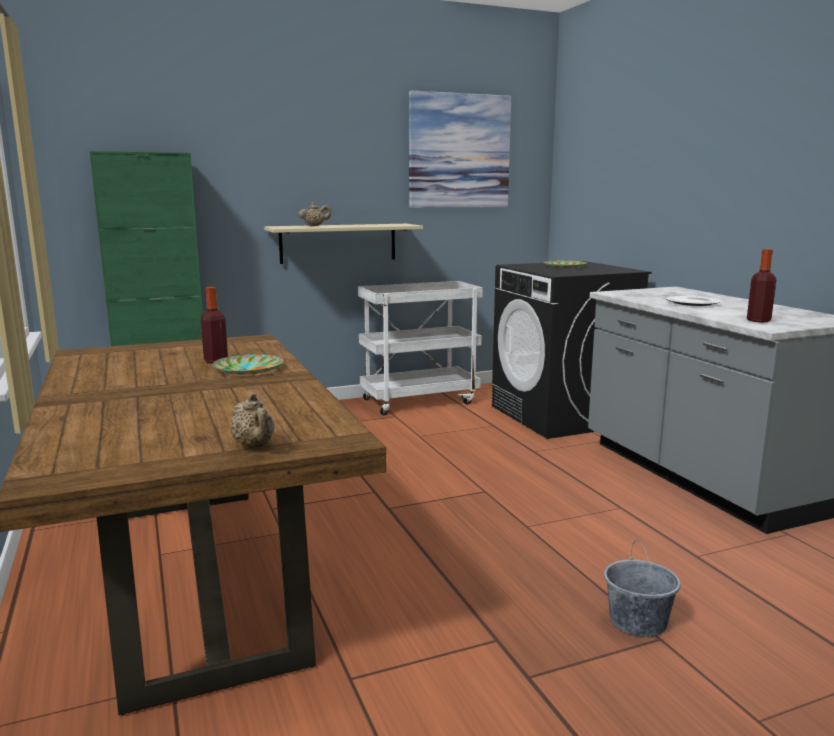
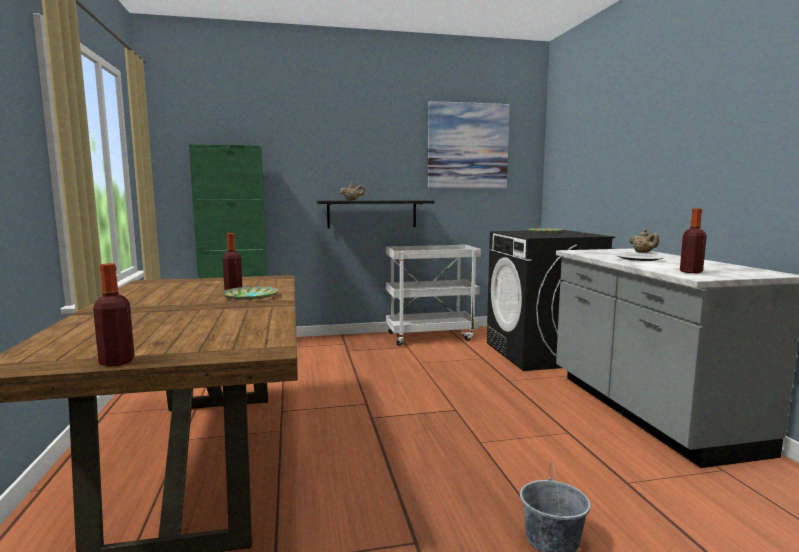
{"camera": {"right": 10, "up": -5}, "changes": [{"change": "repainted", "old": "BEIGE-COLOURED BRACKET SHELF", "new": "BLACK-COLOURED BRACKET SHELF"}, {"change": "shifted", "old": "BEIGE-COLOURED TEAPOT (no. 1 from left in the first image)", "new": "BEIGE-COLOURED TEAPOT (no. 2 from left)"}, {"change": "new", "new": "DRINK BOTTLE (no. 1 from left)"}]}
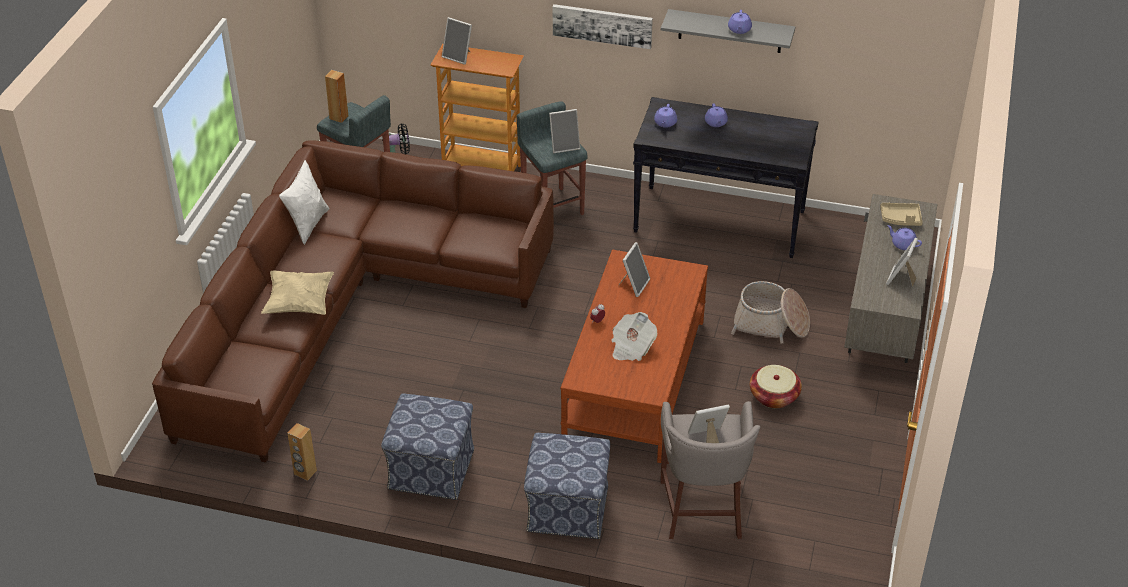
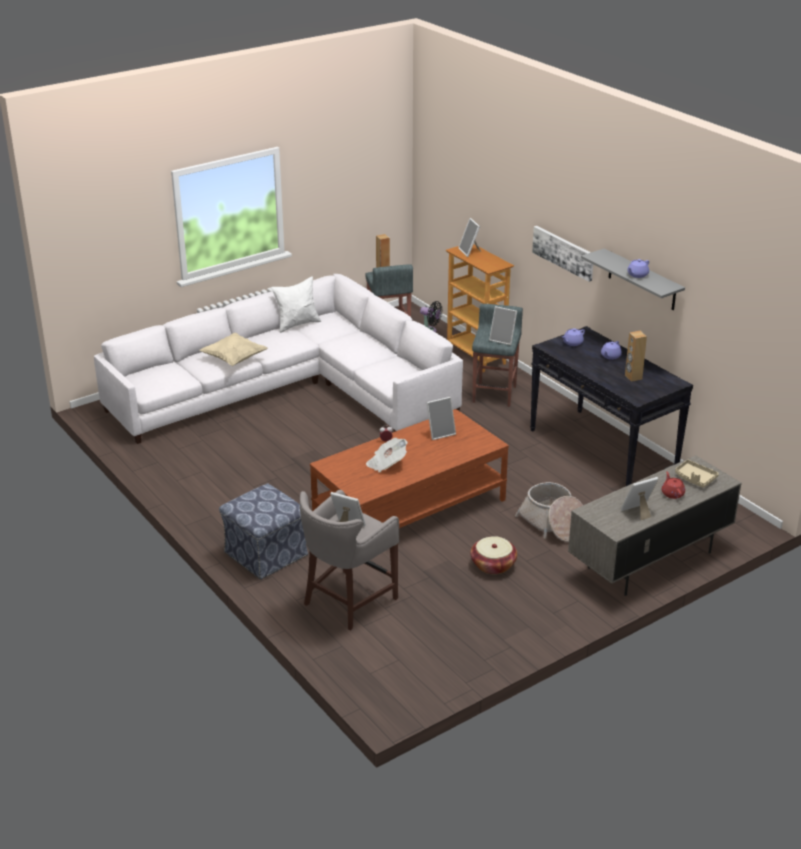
{"camera": {"right": 40, "up": -10}, "changes": [{"change": "repainted", "old": "BROWNISH SETTEE", "new": "WHITE-COLOURED SETTEE"}, {"change": "repainted", "old": "PURPLE TEAPOT (no. 4 from left)", "new": "REDDISH TEAPOT"}, {"change": "gone", "old": "POUFFE (no. 1 from left)"}, {"change": "shifted", "old": "BROWNISH SPEAKER (no. 1 from left in the first image)", "new": "BROWNISH SPEAKER (no. 2 from left)"}]}
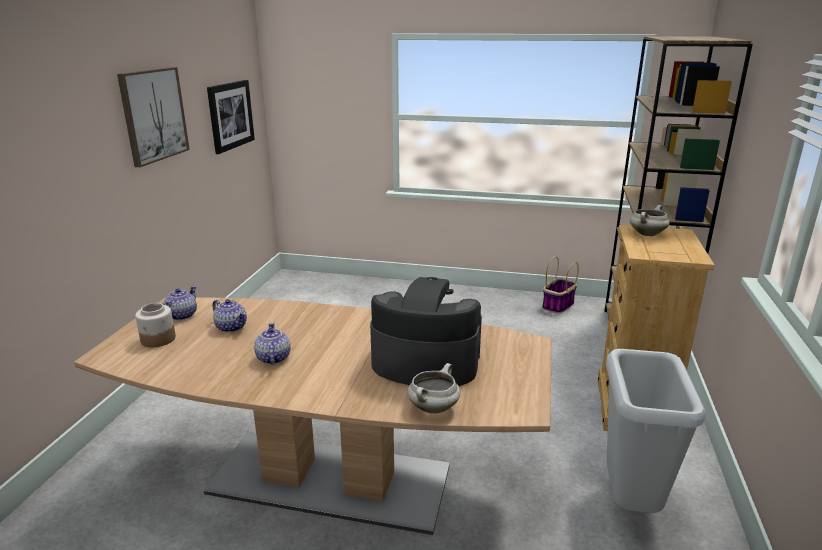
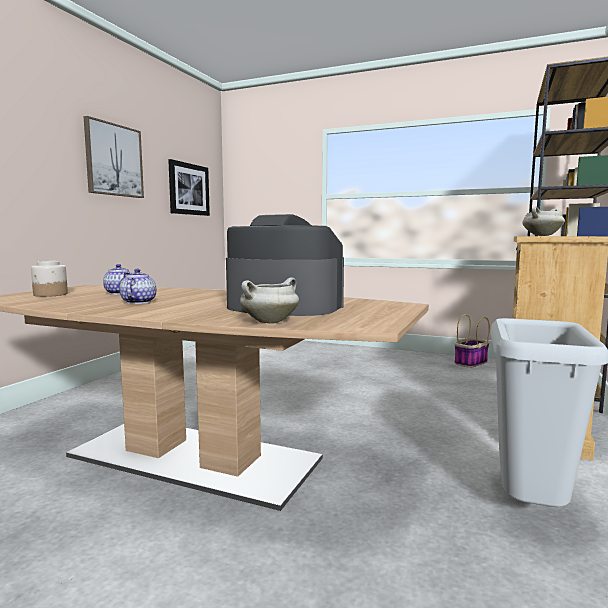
{"camera": {"right": 10, "up": -15}, "changes": [{"change": "gone", "old": "TEAPOT (no. 1 from left)"}]}
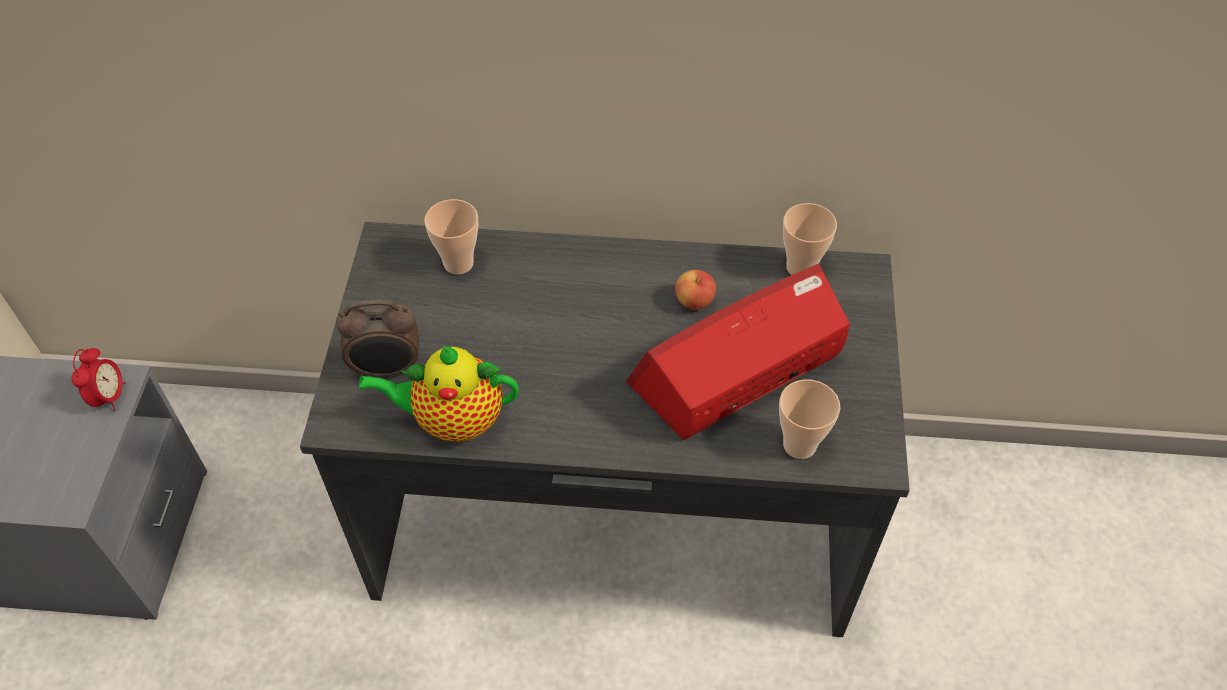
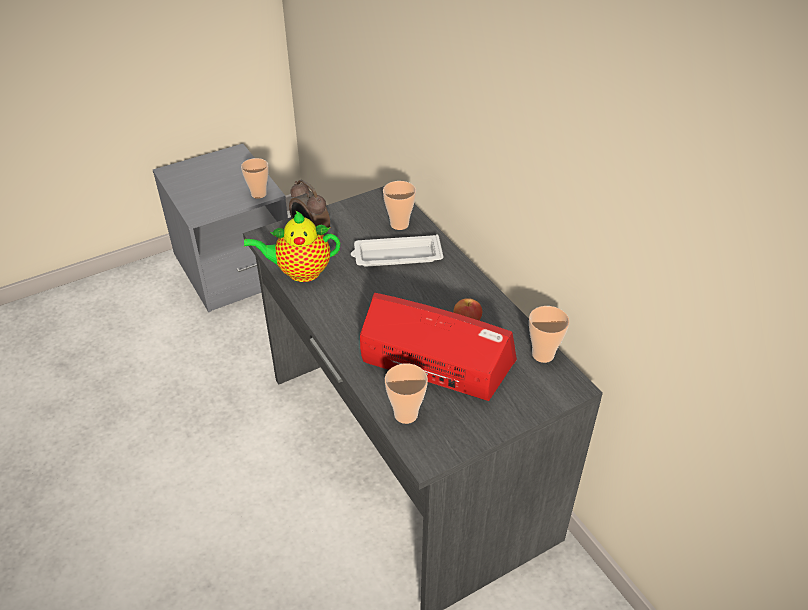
{"camera": {"right": 55, "up": -10}, "changes": [{"change": "rotated", "old": "TEAPOT", "degrees": -60}, {"change": "swapped", "old": "ALARM CLOCK (no. 1 from left)", "new": "CUP (no. 1 from left)"}, {"change": "new", "new": "WHITE-COLOURED TRAY"}]}
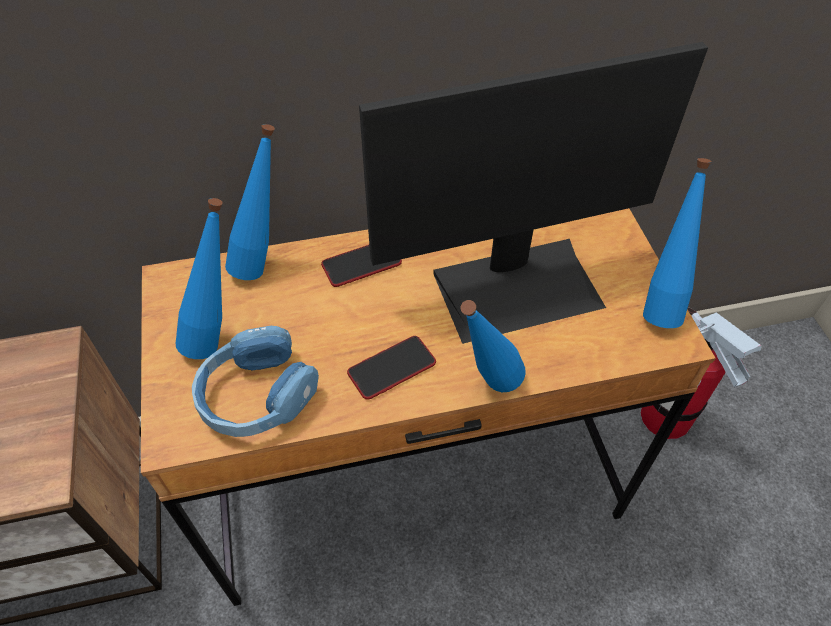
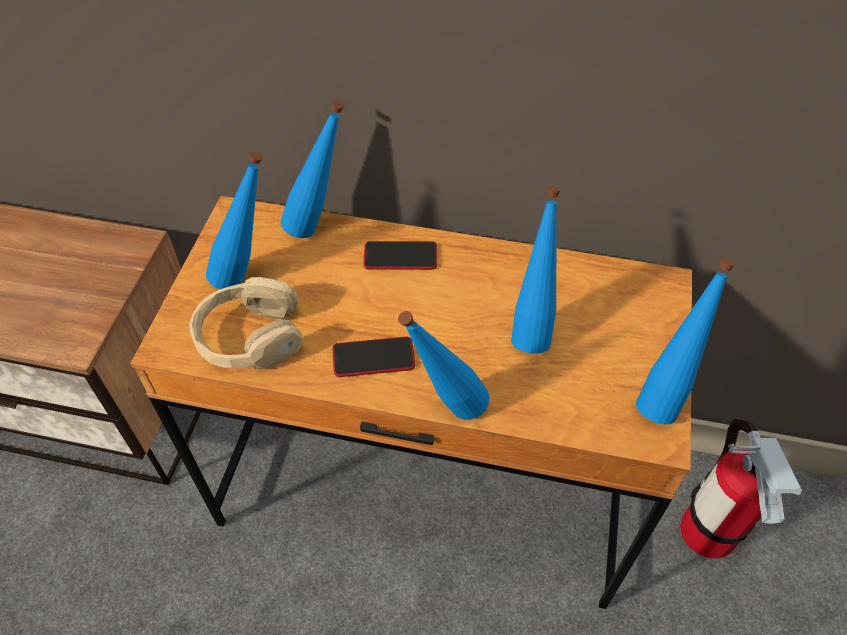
{"camera": {"right": 25, "up": 0}, "changes": [{"change": "swapped", "old": "COMPUTER DISPLAY", "new": "BLUE DRINK BOTTLE (no. 4 from left)"}, {"change": "repainted", "old": "BLUE HEADPHONES", "new": "BEIGE-COLOURED HEADPHONES"}]}
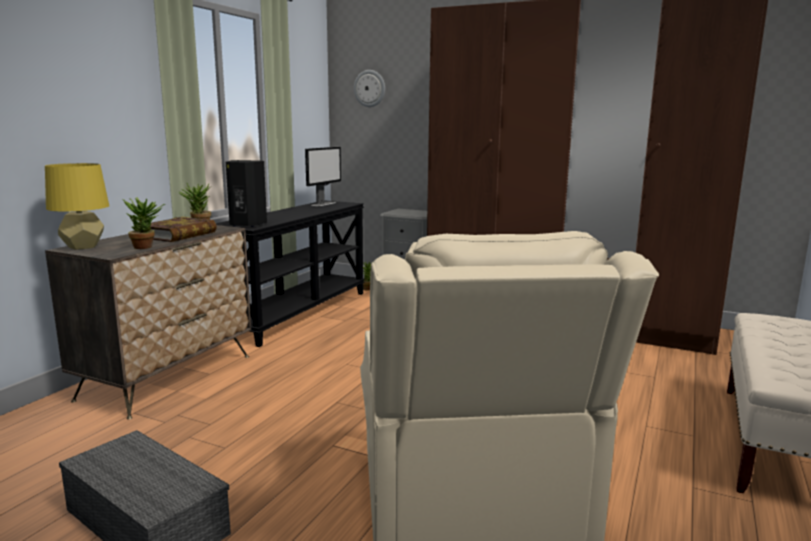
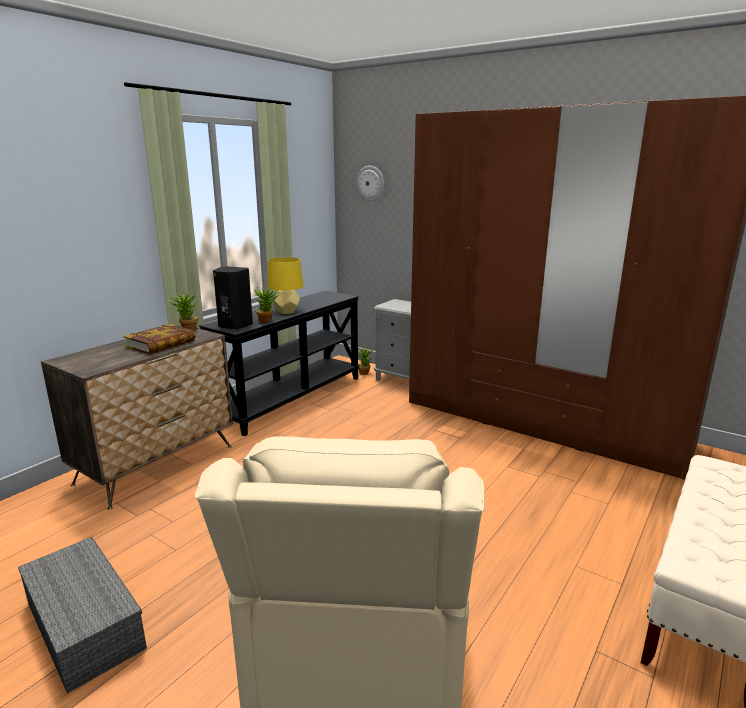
{"camera": {"right": 10, "up": 5}, "changes": [{"change": "gone", "old": "COMPUTER DISPLAY"}, {"change": "shifted", "old": "YELLOW-COLOURED TABLETOP LAMP"}, {"change": "shifted", "old": "HOUSEPLANT (no. 1 from left in the first image)", "new": "HOUSEPLANT (no. 2 from left)"}]}
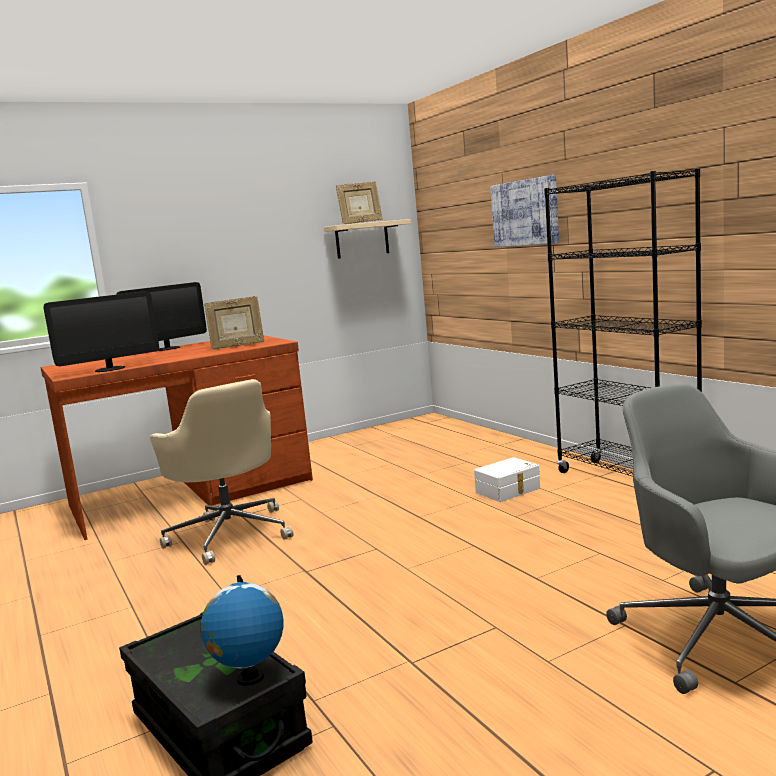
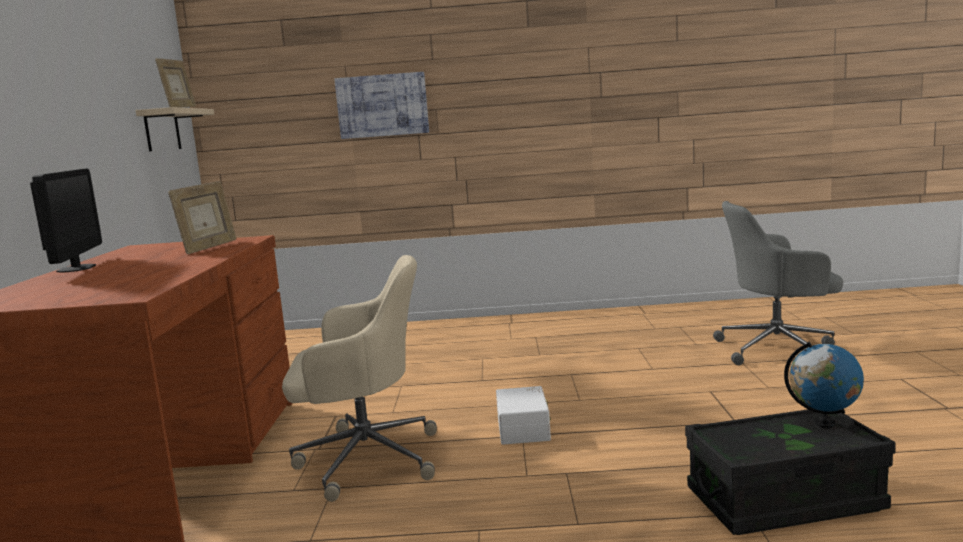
{"camera": {"right": -60, "up": 0}, "changes": [{"change": "gone", "old": "BLACK-COLOURED BOOKSHELF"}, {"change": "gone", "old": "COMPUTER DISPLAY (no. 1 from left)"}, {"change": "shifted", "old": "WHITE-COLOURED STORAGE BOX"}]}
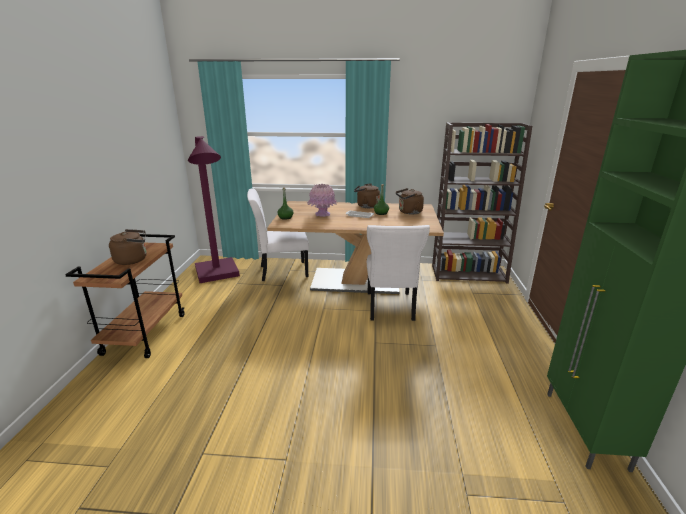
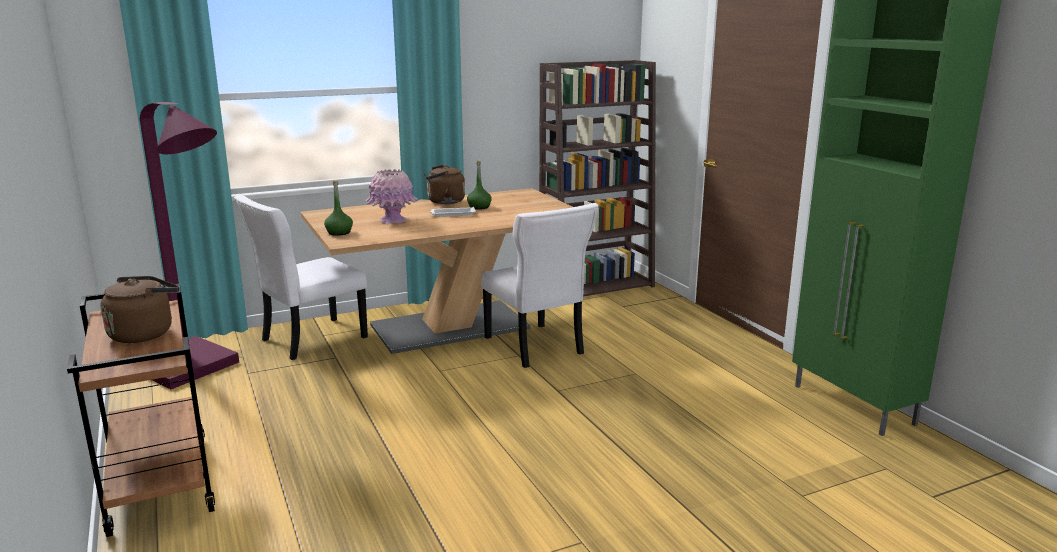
{"camera": {"right": -30, "up": -5}, "changes": [{"change": "gone", "old": "BROWNISH TEA KETTLE (no. 3 from left)"}]}
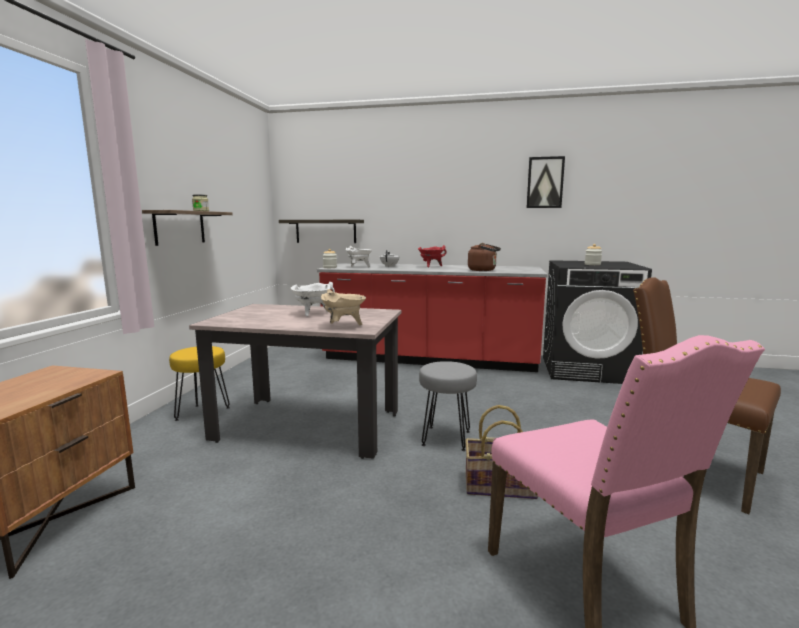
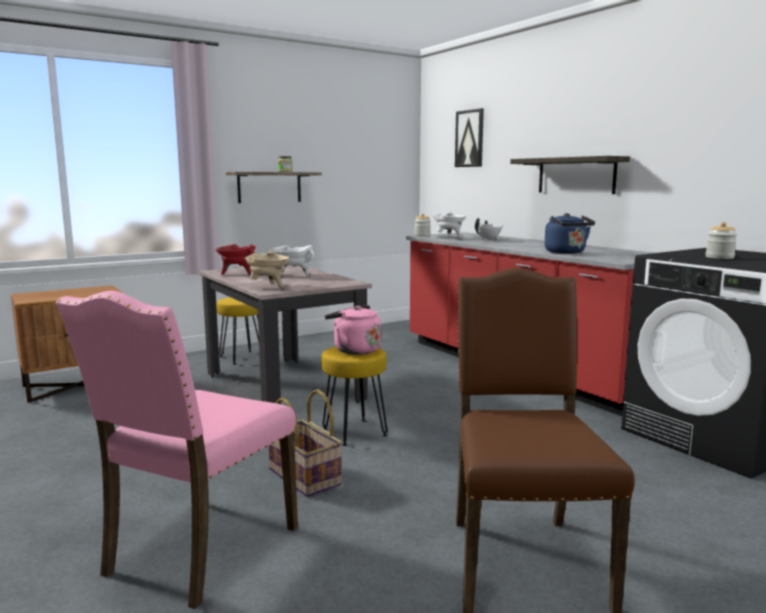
{"camera": {"right": 45, "up": 0}, "changes": [{"change": "shifted", "old": "WALL PICTURE"}, {"change": "shifted", "old": "BRACKET SHELF (no. 2 from left)"}, {"change": "repainted", "old": "BROWNISH TEA KETTLE", "new": "BLUE TEA KETTLE"}, {"change": "shifted", "old": "REDDISH COOKING POT"}, {"change": "repainted", "old": "GRAY STOOL SEAT", "new": "YELLOW-COLOURED STOOL SEAT (no. 2 from left)"}, {"change": "new", "new": "PINKISH TEA KETTLE"}]}
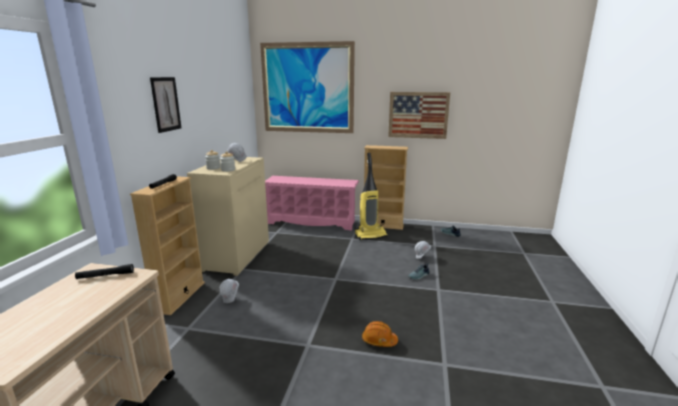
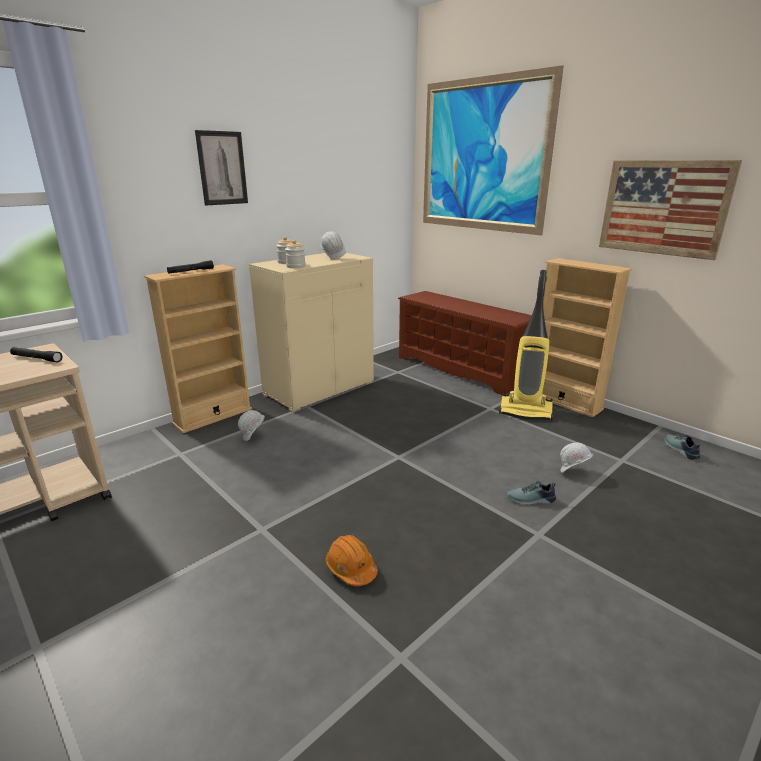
{"camera": {"right": 35, "up": 5}, "changes": [{"change": "repainted", "old": "PINKISH SHOE SHELF", "new": "BROWNISH SHOE SHELF"}]}
